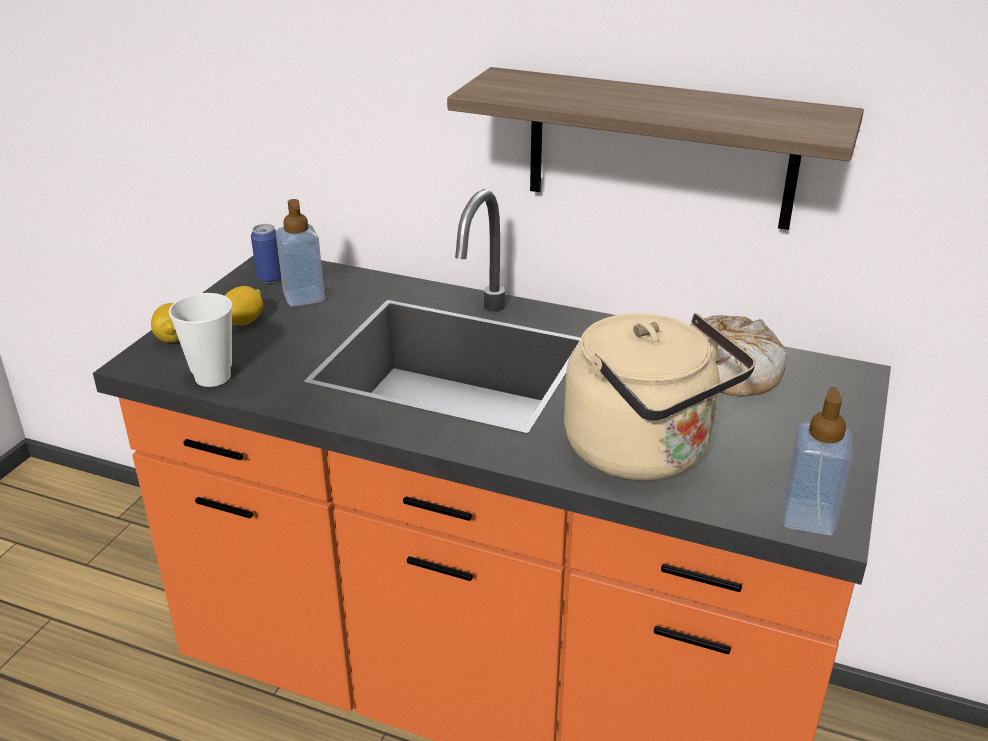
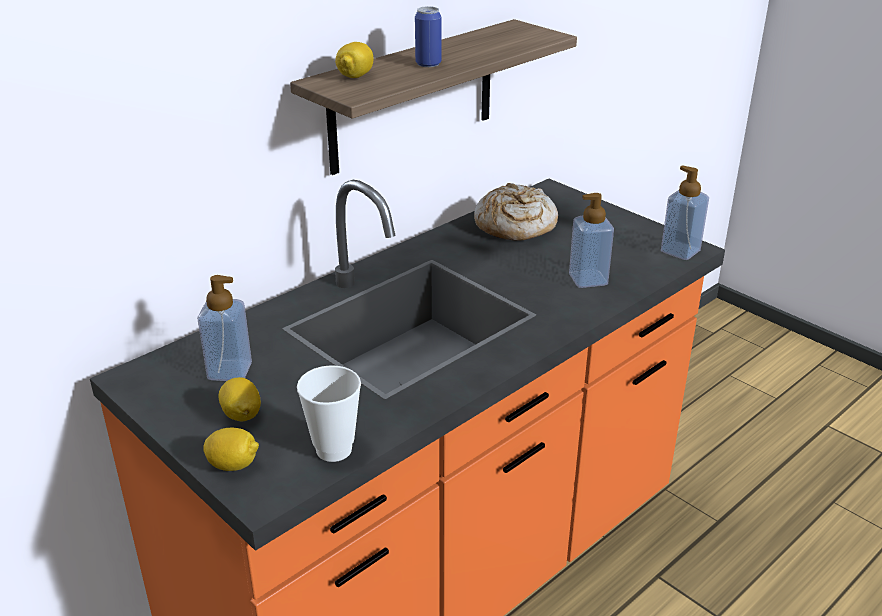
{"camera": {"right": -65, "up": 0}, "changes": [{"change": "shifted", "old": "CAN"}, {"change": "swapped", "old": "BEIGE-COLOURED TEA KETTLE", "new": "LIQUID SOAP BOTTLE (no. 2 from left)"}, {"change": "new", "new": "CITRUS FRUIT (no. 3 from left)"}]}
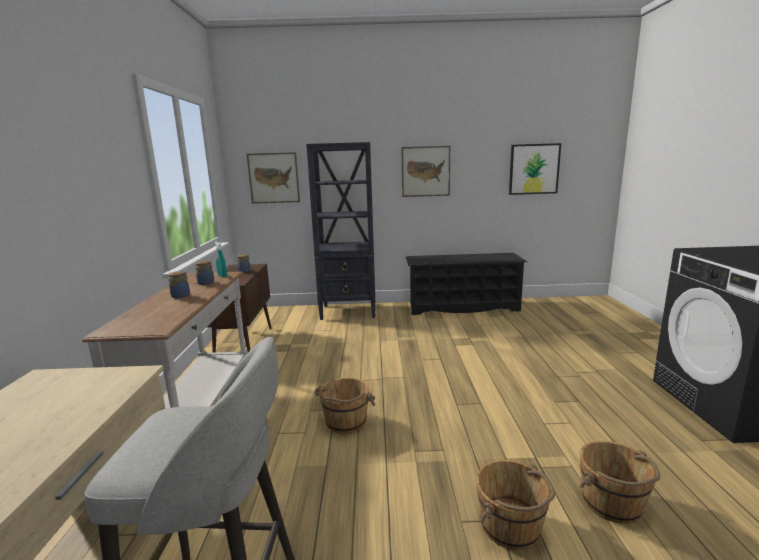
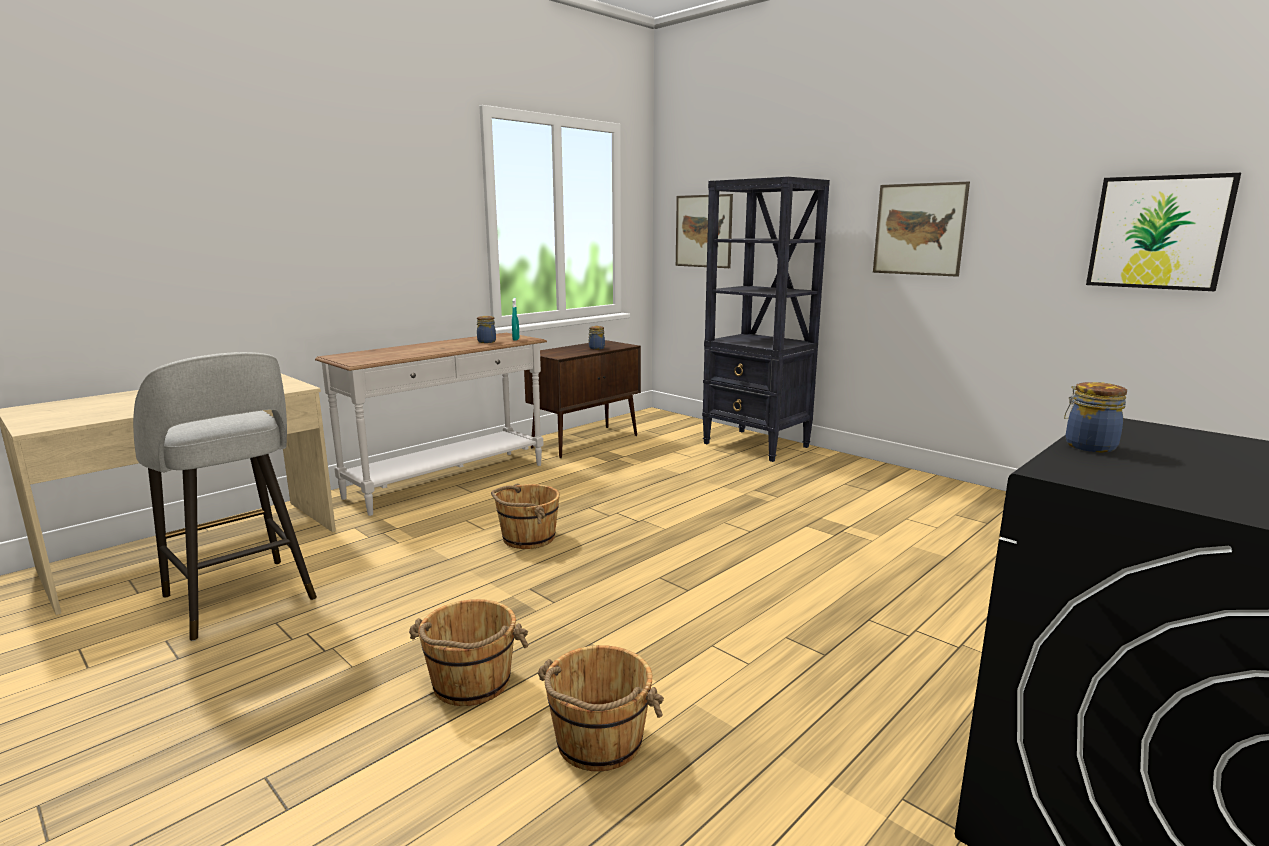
{"camera": {"right": 45, "up": 0}, "changes": [{"change": "gone", "old": "BLACK-COLOURED SHOE SHELF"}, {"change": "shifted", "old": "PRESERVE JAR (no. 1 from left in the first image)", "new": "PRESERVE JAR (no. 3 from left)"}]}
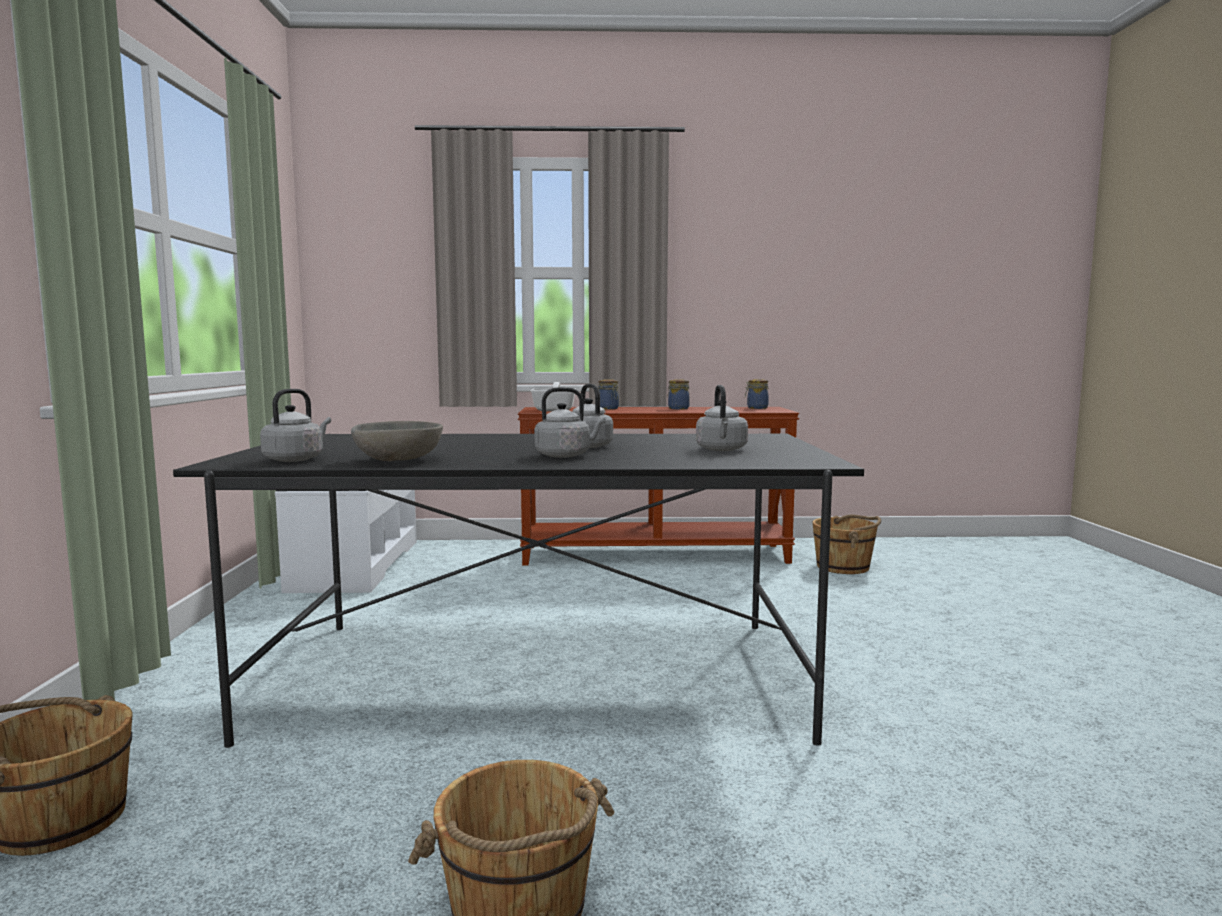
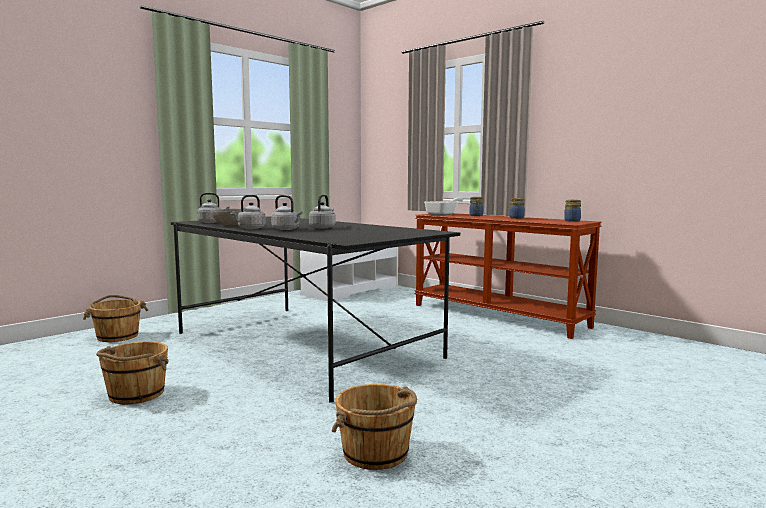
{"camera": {"right": 45, "up": 0}, "changes": [{"change": "shifted", "old": "GRAY TEA KETTLE (no. 4 from left in the first image)", "new": "GRAY TEA KETTLE (no. 2 from left)"}, {"change": "shifted", "old": "BROWNISH WATER BUCKET (no. 3 from left)"}]}
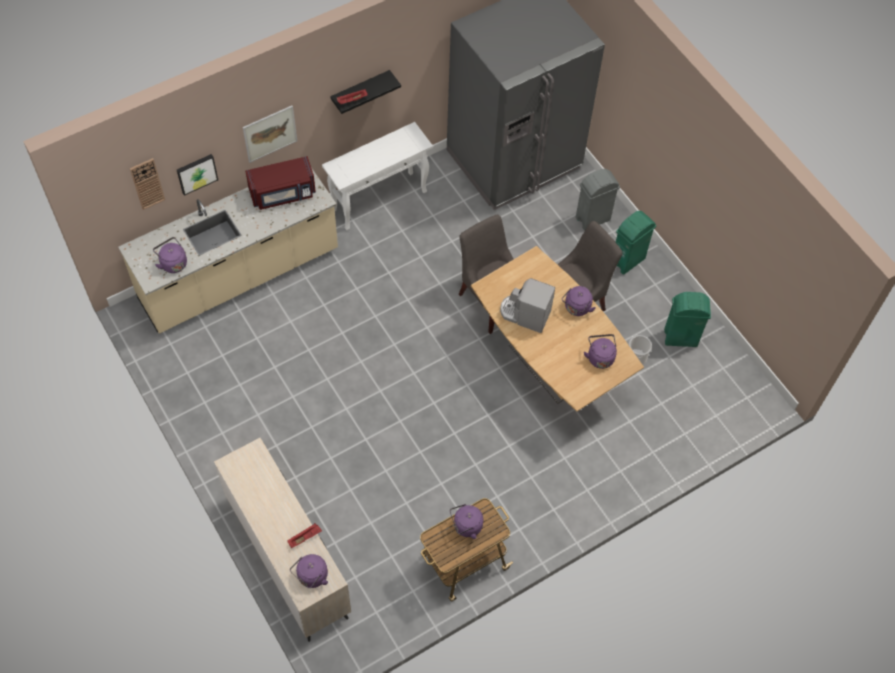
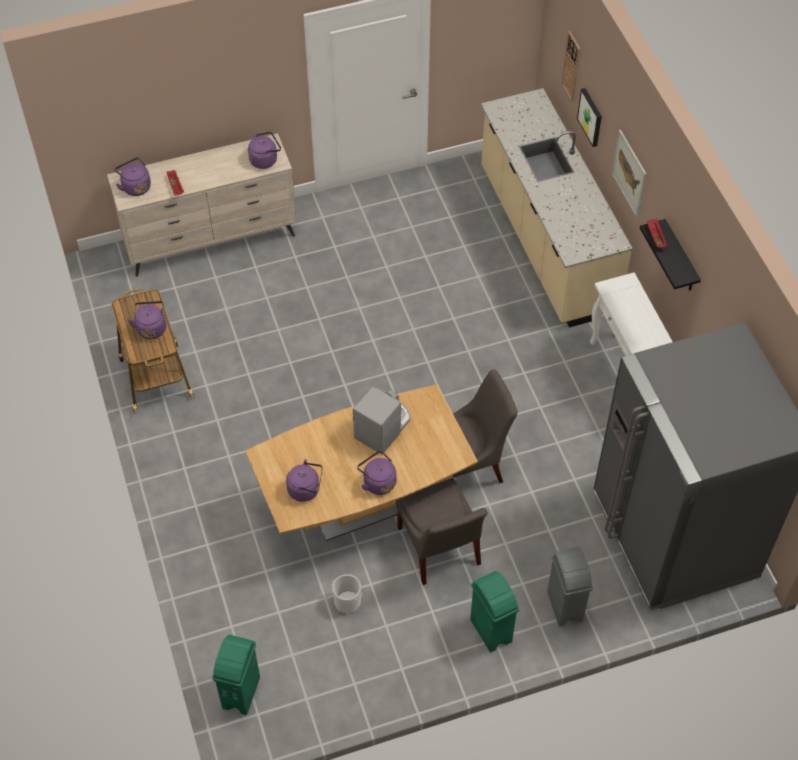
{"camera": {"right": 105, "up": -5}, "changes": [{"change": "gone", "old": "REDDISH KITCHEN MICROWAVE"}, {"change": "shifted", "old": "PURPLE TEA KETTLE (no. 1 from left in the first image)", "new": "PURPLE TEA KETTLE (no. 3 from left)"}, {"change": "shifted", "old": "GREENISH RUBBISH BIN (no. 2 from left in the first image)", "new": "GREENISH RUBBISH BIN (no. 1 from left)"}]}
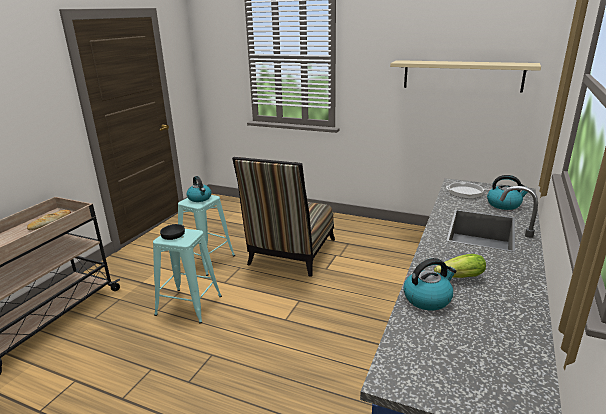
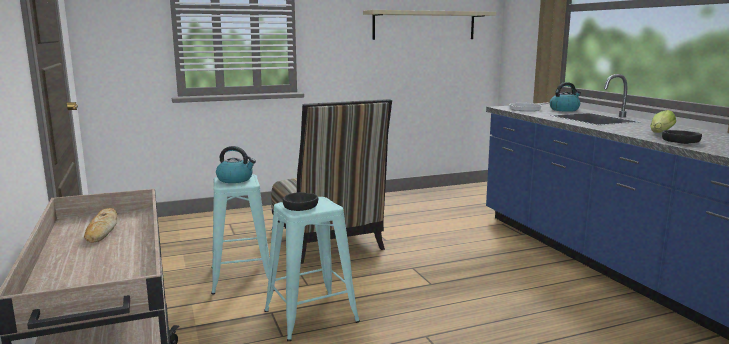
{"camera": {"right": -45, "up": -10}, "changes": [{"change": "swapped", "old": "TEA KETTLE (no. 2 from left)", "new": "BLACK-COLOURED SERVING BOWL (no. 2 from left)"}]}
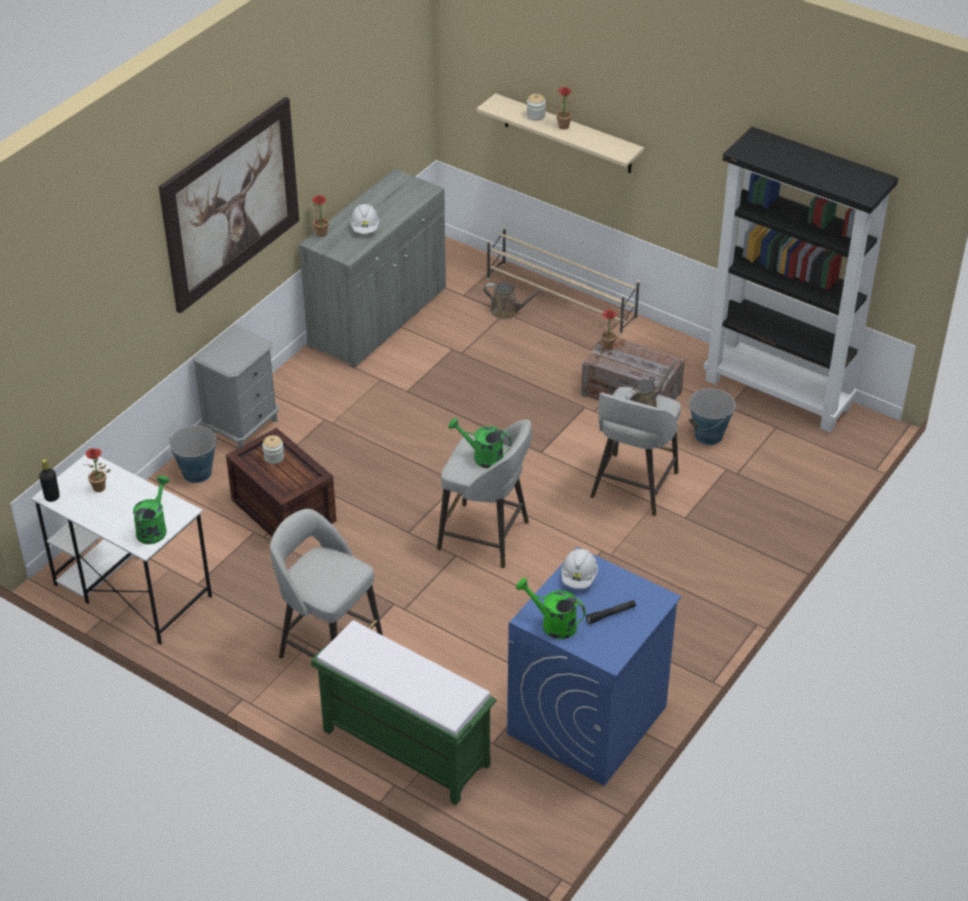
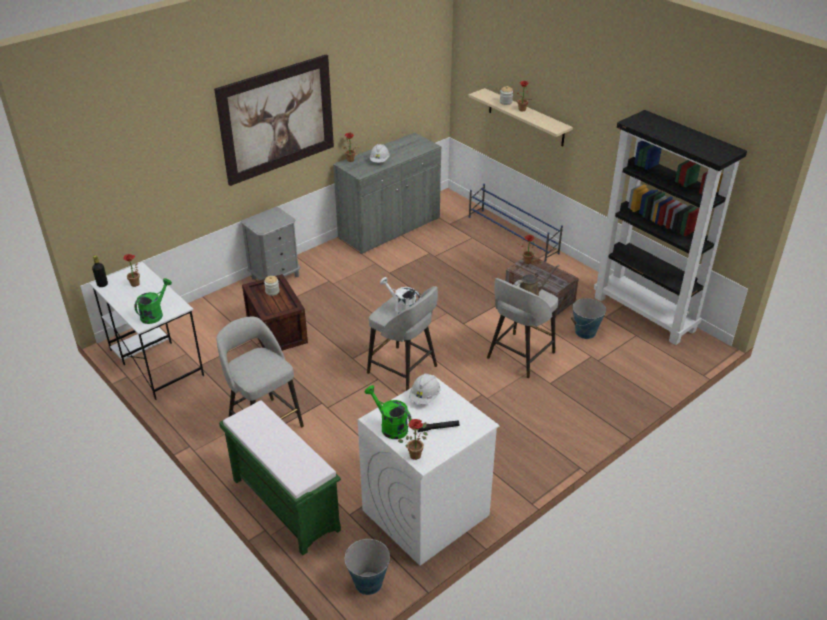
{"camera": {"right": 15, "up": -5}, "changes": [{"change": "repainted", "old": "BEIGE-COLOURED SHOE SHELF", "new": "BLUE SHOE SHELF"}, {"change": "gone", "old": "BROWNISH SPRINKLING CAN (no. 1 from left)"}, {"change": "repainted", "old": "GREENISH SPRINKLING CAN (no. 2 from left)", "new": "WHITE-COLOURED SPRINKLING CAN"}, {"change": "shifted", "old": "WATER BUCKET (no. 1 from left)"}, {"change": "repainted", "old": "BLUE WASHING MACHINE", "new": "WHITE-COLOURED WASHING MACHINE"}, {"change": "new", "new": "HOUSEPLANT (no. 3 from left)"}]}
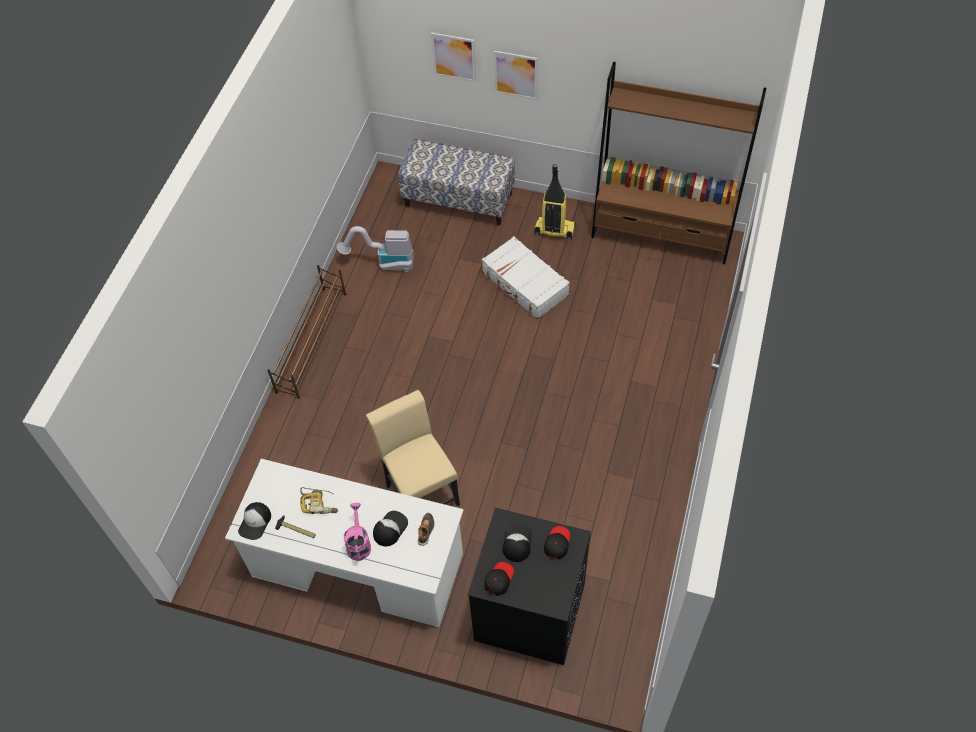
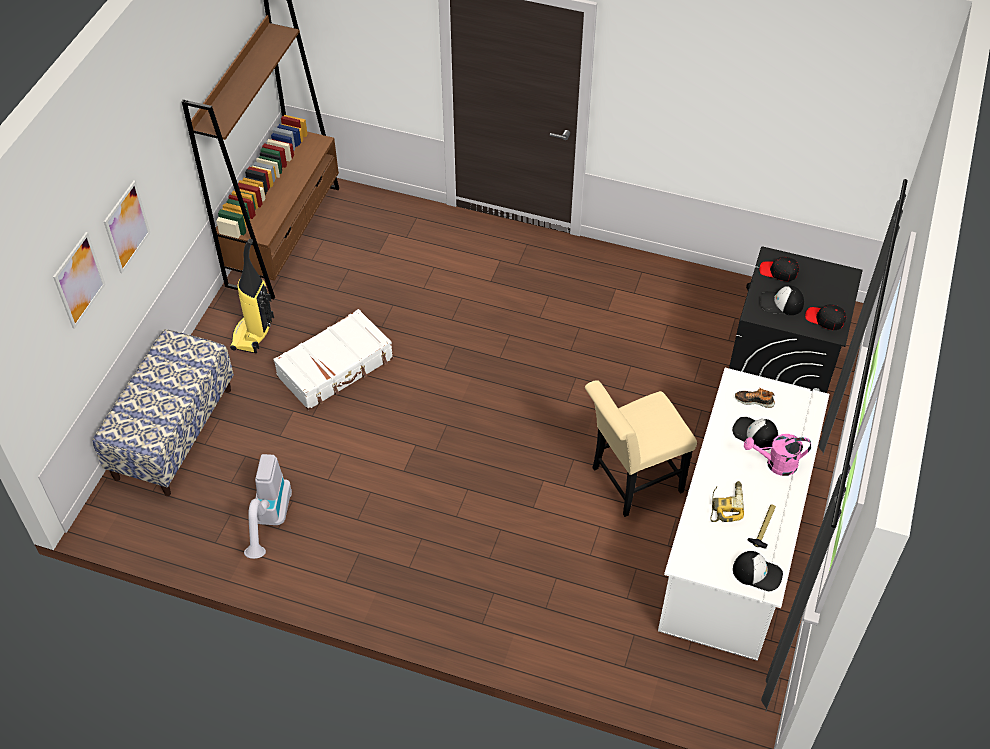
{"camera": {"right": -90, "up": -5}, "changes": [{"change": "gone", "old": "BROWNISH SHOE SHELF"}]}
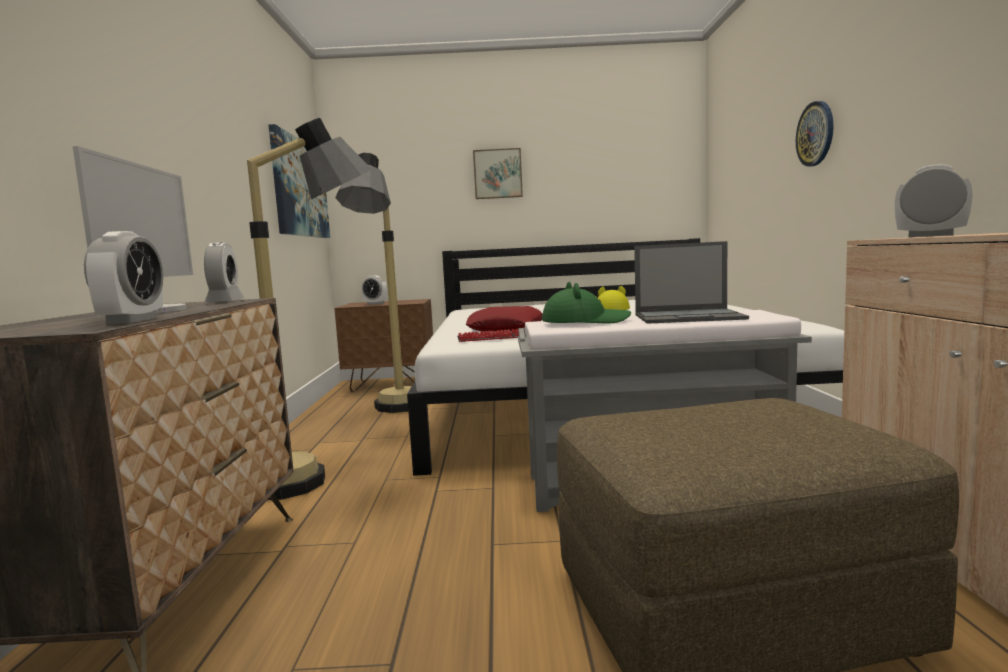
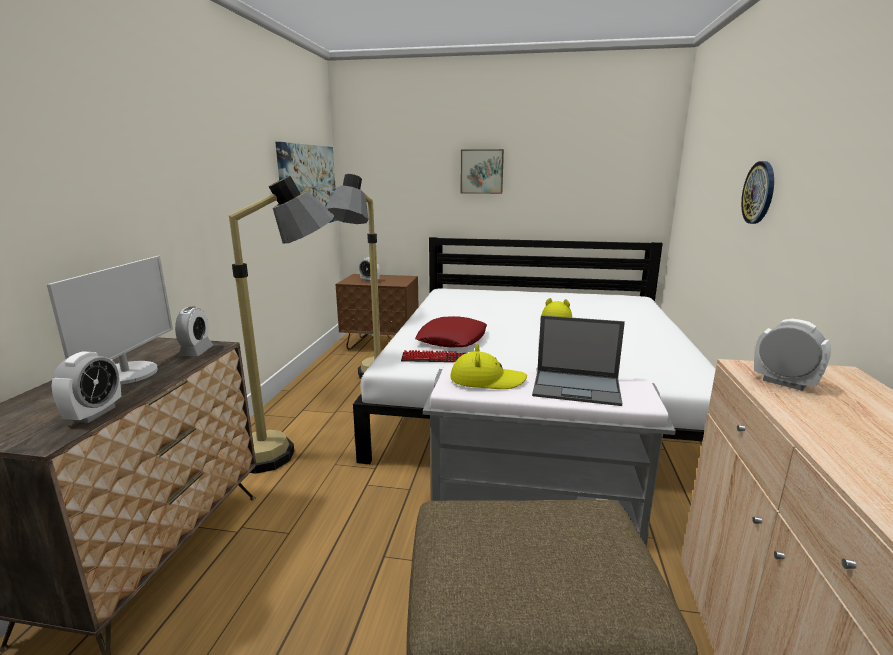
{"camera": {"right": 10, "up": 10}, "changes": [{"change": "repainted", "old": "GREENISH WEARABLE HAT", "new": "YELLOW-COLOURED WEARABLE HAT (no. 1 from left)"}]}
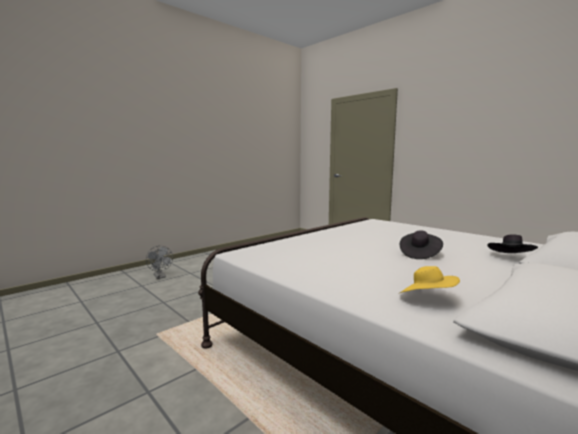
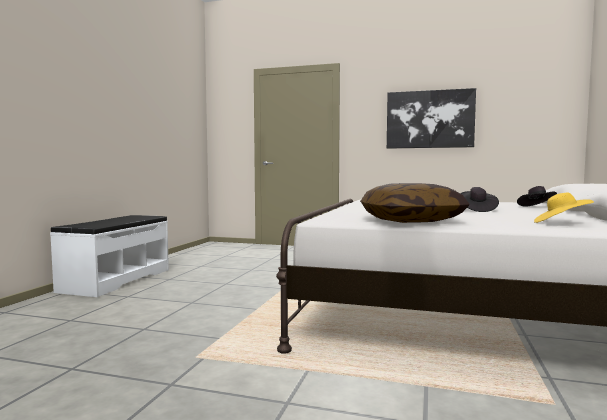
{"camera": {"right": -30, "up": -5}, "changes": [{"change": "gone", "old": "GRAY ELECTRIC FAN"}, {"change": "new", "new": "WALL PICTURE"}, {"change": "new", "new": "CUSHION"}, {"change": "new", "new": "WHITE-COLOURED LONG SEAT"}]}
